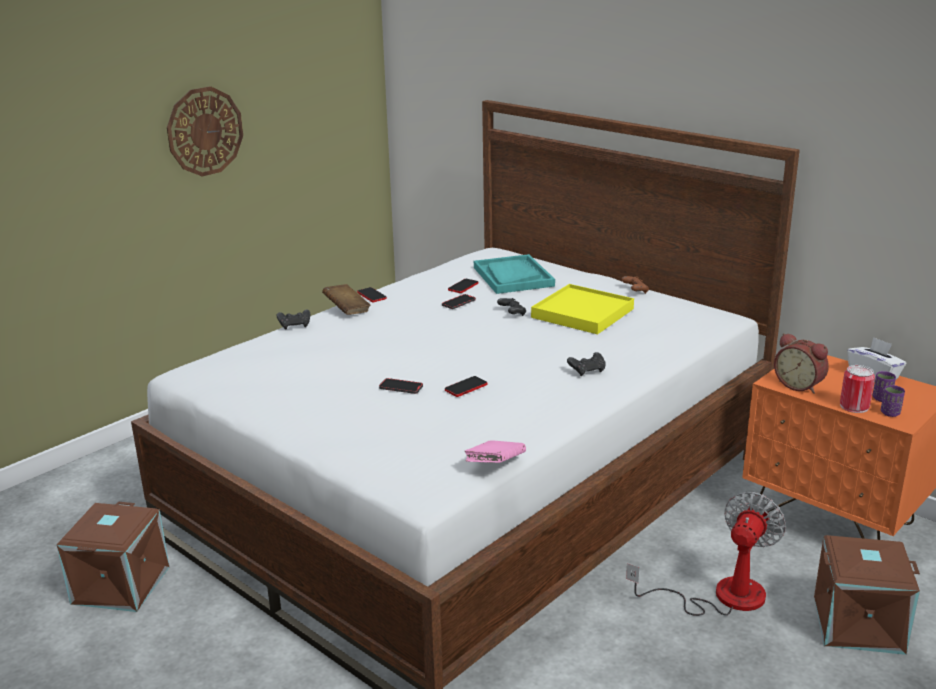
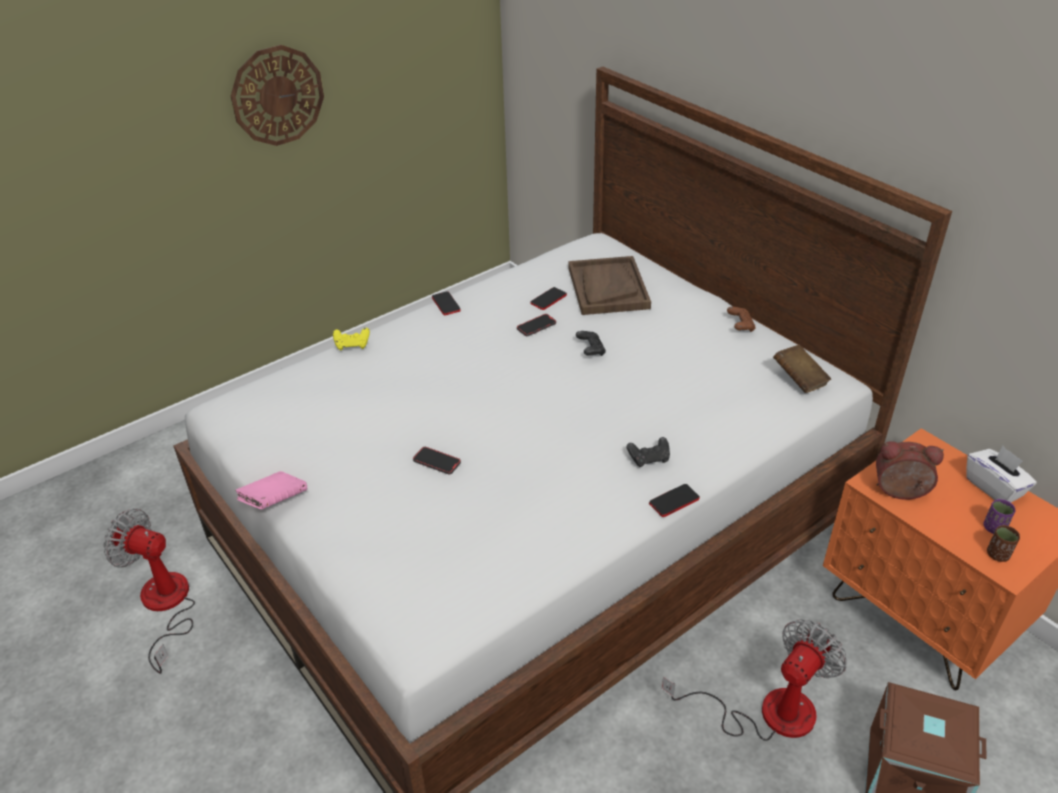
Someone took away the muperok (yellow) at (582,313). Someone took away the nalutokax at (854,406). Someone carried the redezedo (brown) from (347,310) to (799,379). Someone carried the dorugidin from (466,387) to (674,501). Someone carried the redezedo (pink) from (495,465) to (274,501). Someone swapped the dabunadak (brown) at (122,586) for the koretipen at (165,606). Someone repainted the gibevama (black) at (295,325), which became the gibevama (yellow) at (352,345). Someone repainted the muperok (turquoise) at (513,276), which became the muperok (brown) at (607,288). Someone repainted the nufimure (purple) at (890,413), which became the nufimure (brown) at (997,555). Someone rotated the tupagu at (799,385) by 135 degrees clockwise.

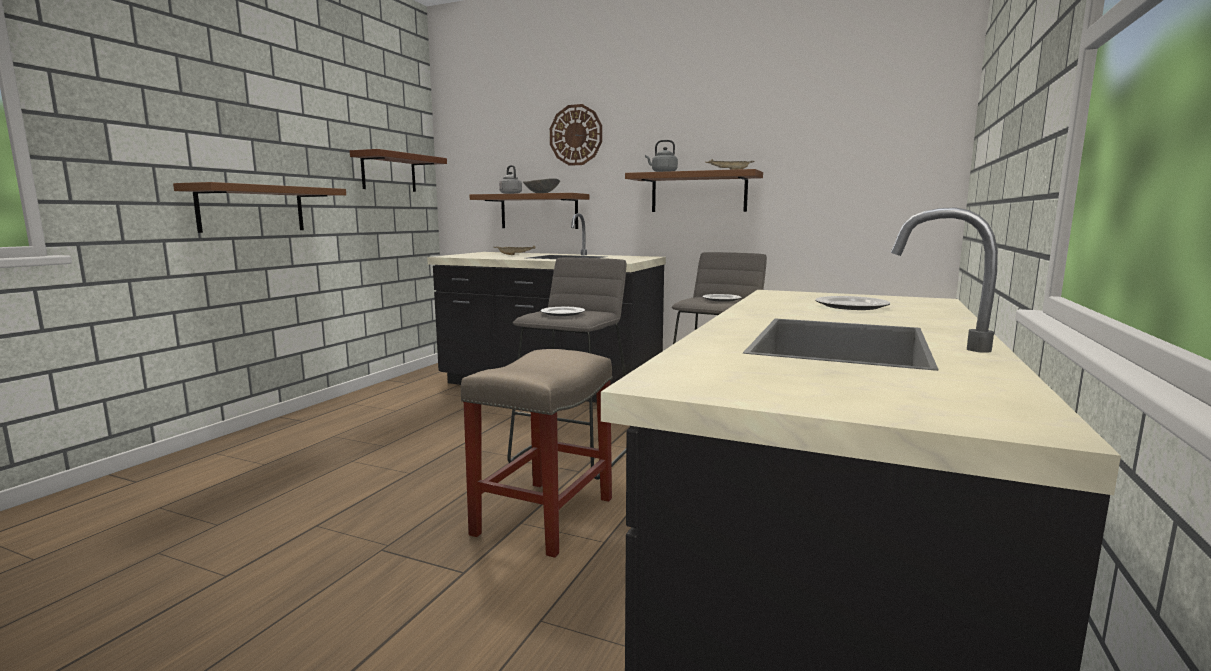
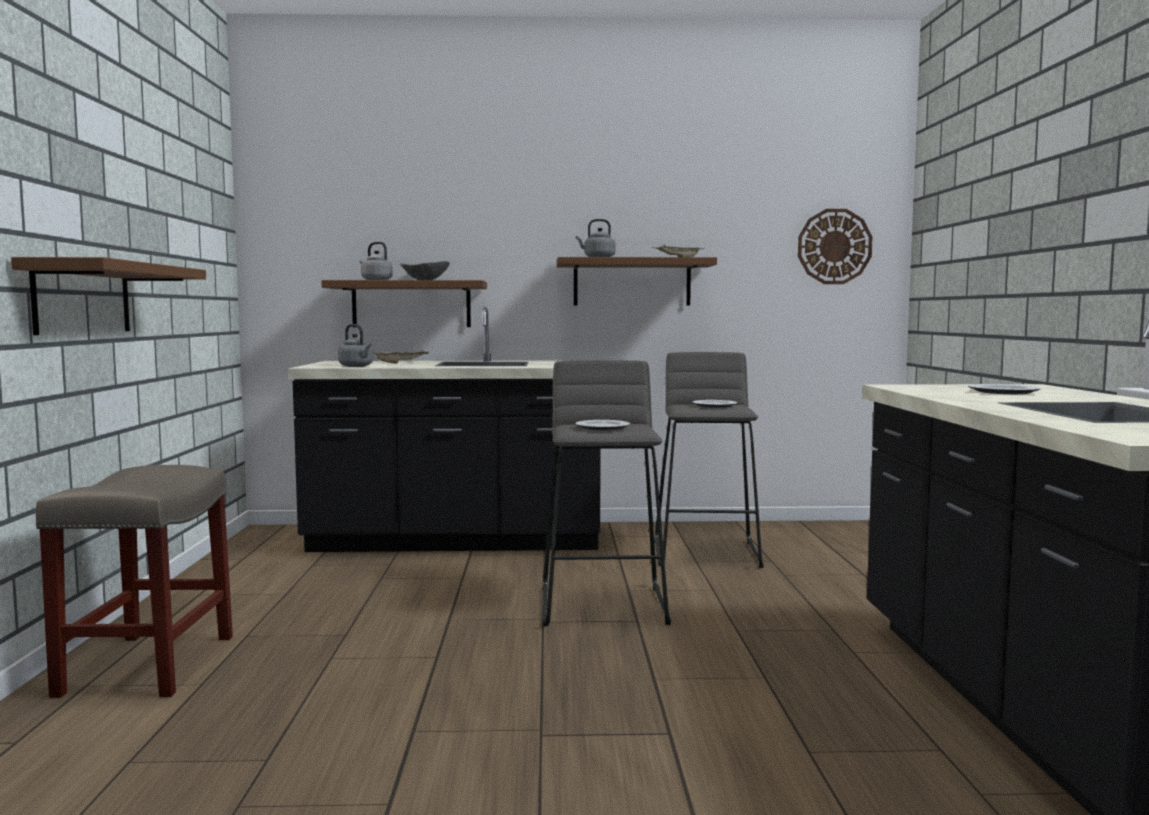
Someone took away the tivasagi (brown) at (389,172). Someone put down the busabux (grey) at (357,366). Someone carried the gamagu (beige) from (544,517) to (148,666). Someone carried the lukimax from (576,135) to (834,246).

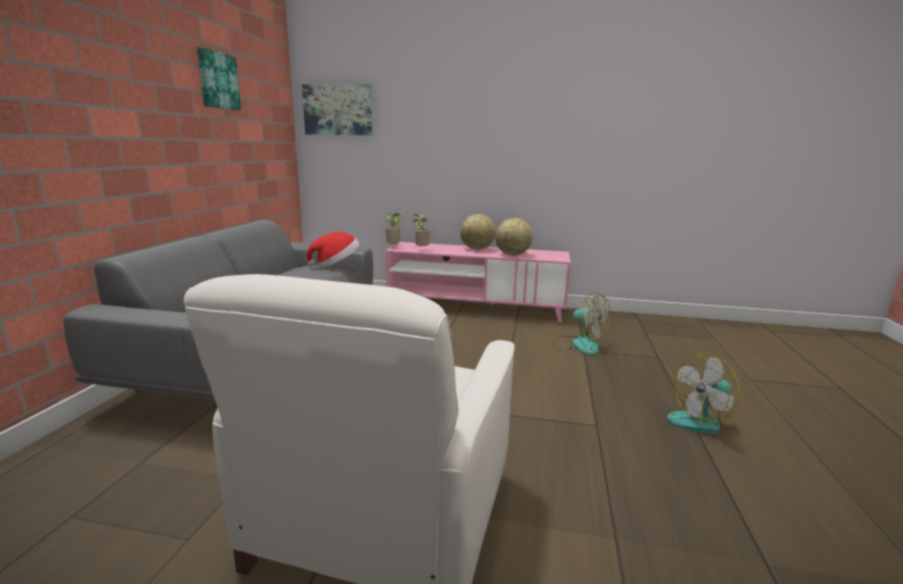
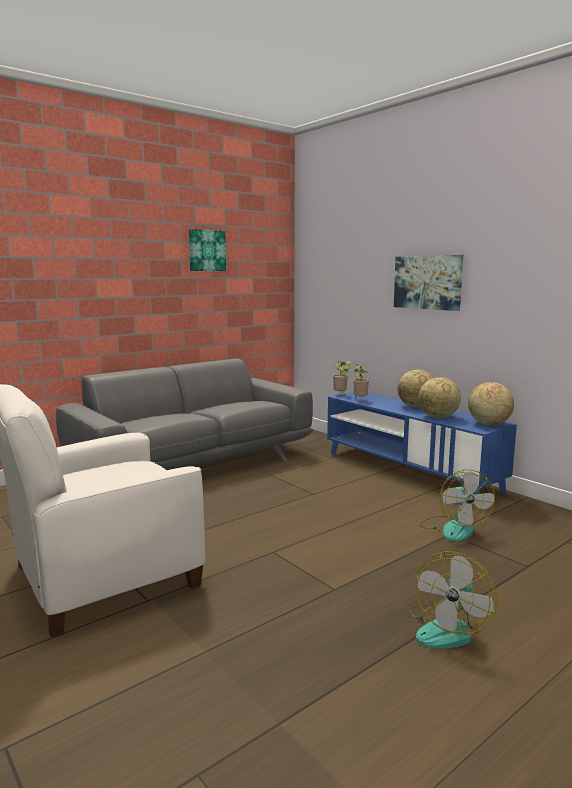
Someone took away the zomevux at (336,265). Someone put down the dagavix at (488,424). Someone carried the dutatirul from (338,110) to (427,282). Someone repainted the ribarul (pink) at (476,308), which became the ribarul (blue) at (409,471). Someone rotated the koretipen at (702,421) by 75 degrees counterclockwise.

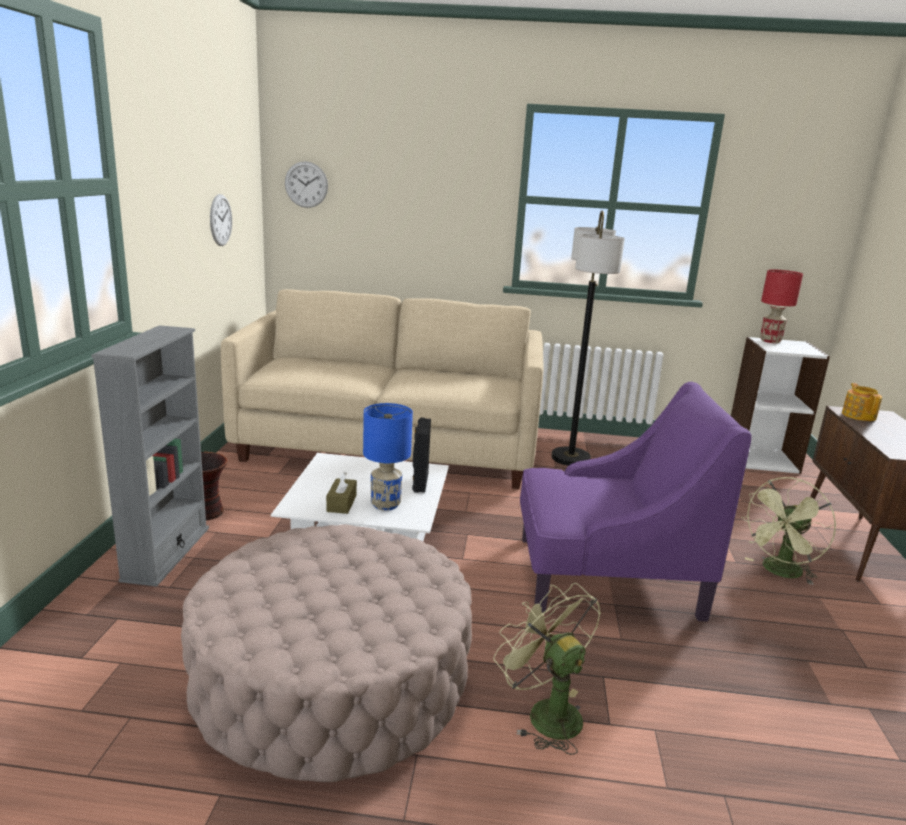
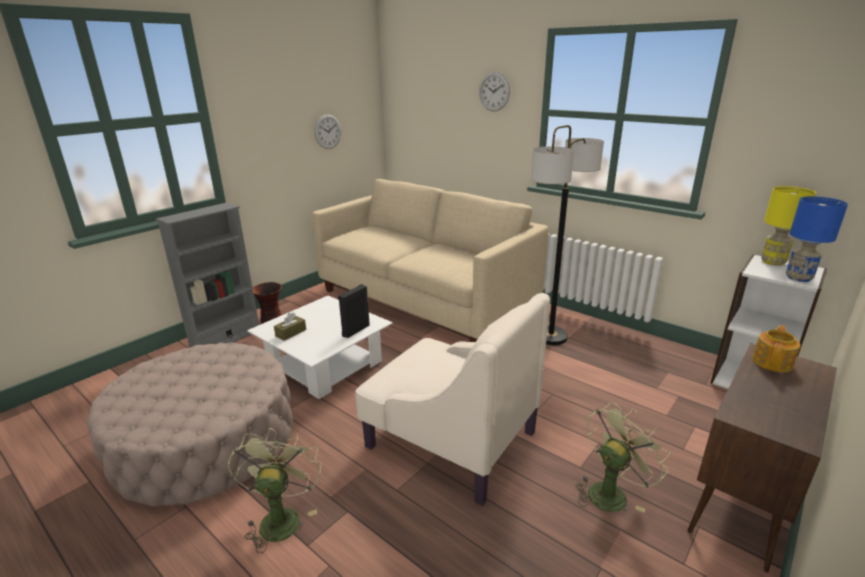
Someone carried the lukimax from (306,184) to (494,92). Someone carried the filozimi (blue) from (386,504) to (798,278). Someone repainted the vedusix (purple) at (605,576), which became the vedusix (beige) at (449,438). Someone repainted the filozimi (red) at (770,341), which became the filozimi (yellow) at (773,262). Someone rotated the koretipen (green) at (779,572) by 150 degrees clockwise.

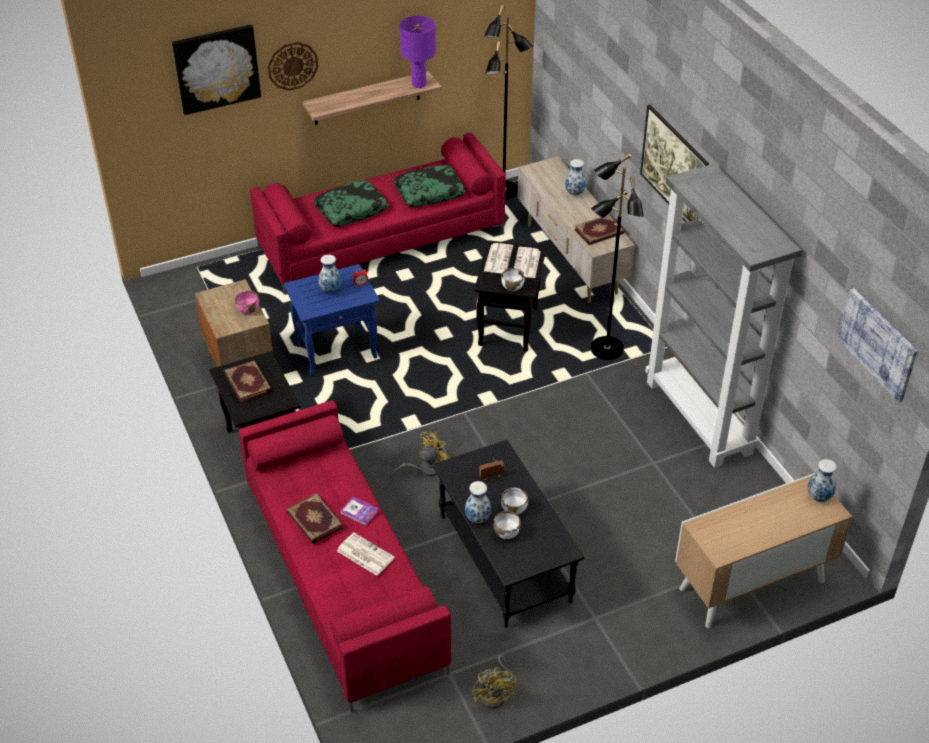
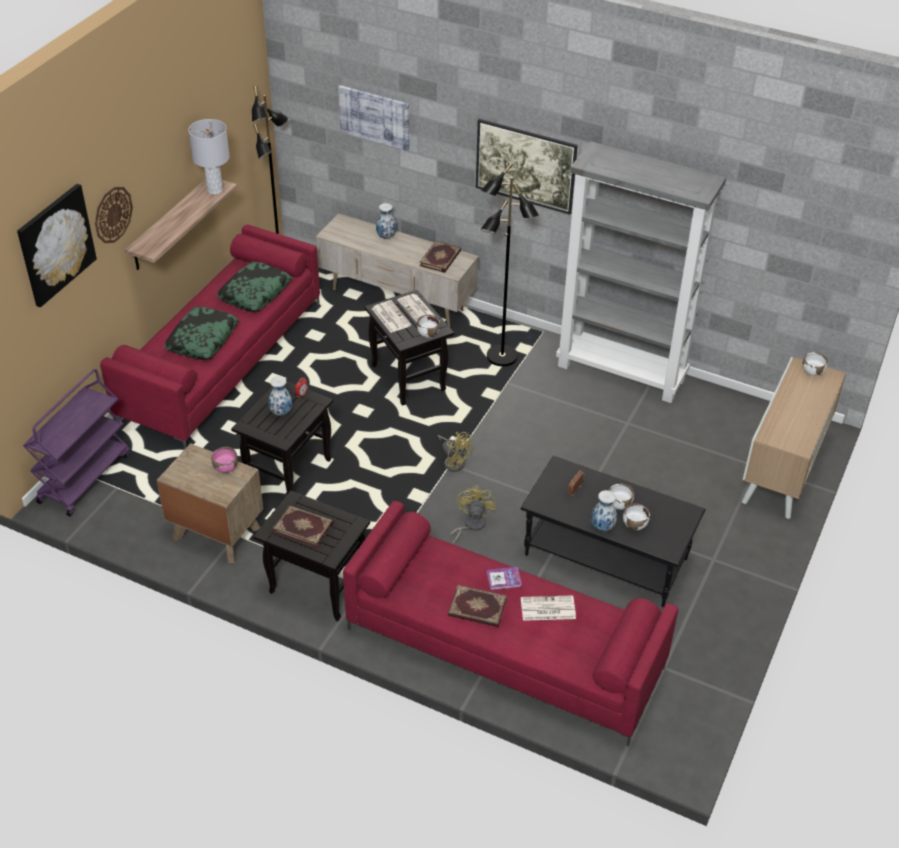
Someone put down the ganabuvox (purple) at (84,477). Someone carried the koretipen (yellow) from (496,694) to (453,461). Someone carried the dutatirul from (878,344) to (374,117). Someone swapped the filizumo at (818,497) for the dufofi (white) at (812,371). Someone repainted the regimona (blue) at (337,350), which became the regimona (black) at (289,472). Someone repainted the filozimi (purple) at (418,84), which became the filozimi (grey) at (214,190).

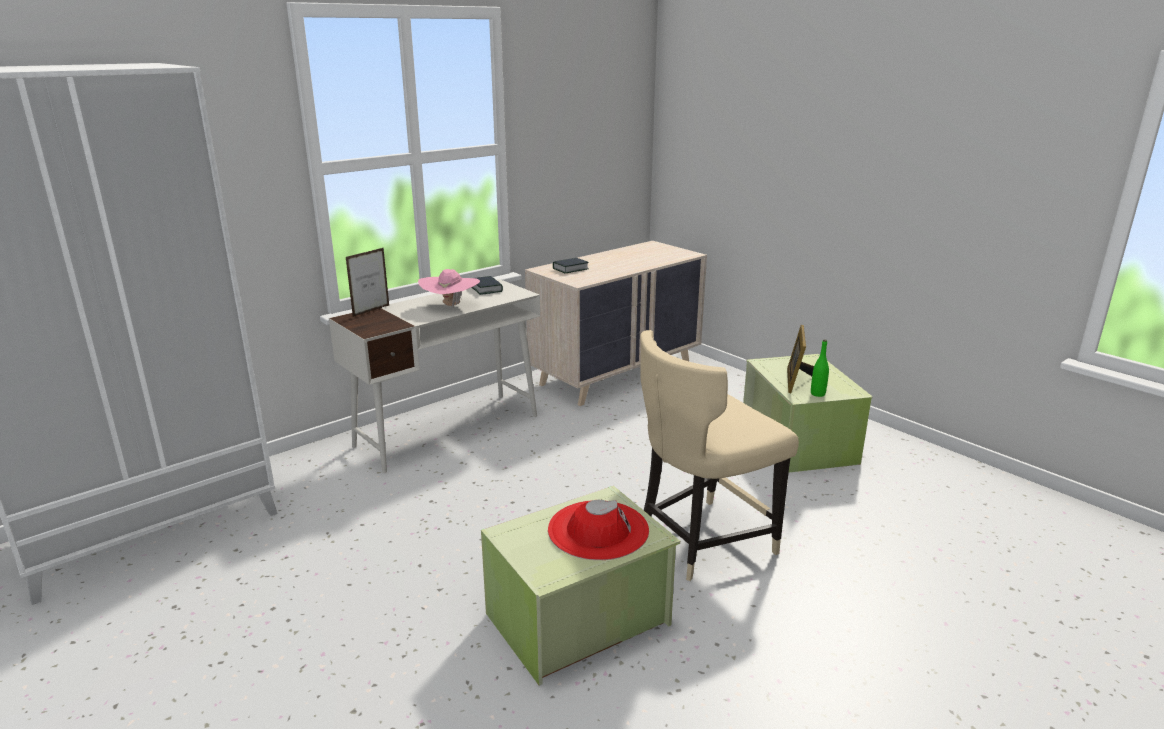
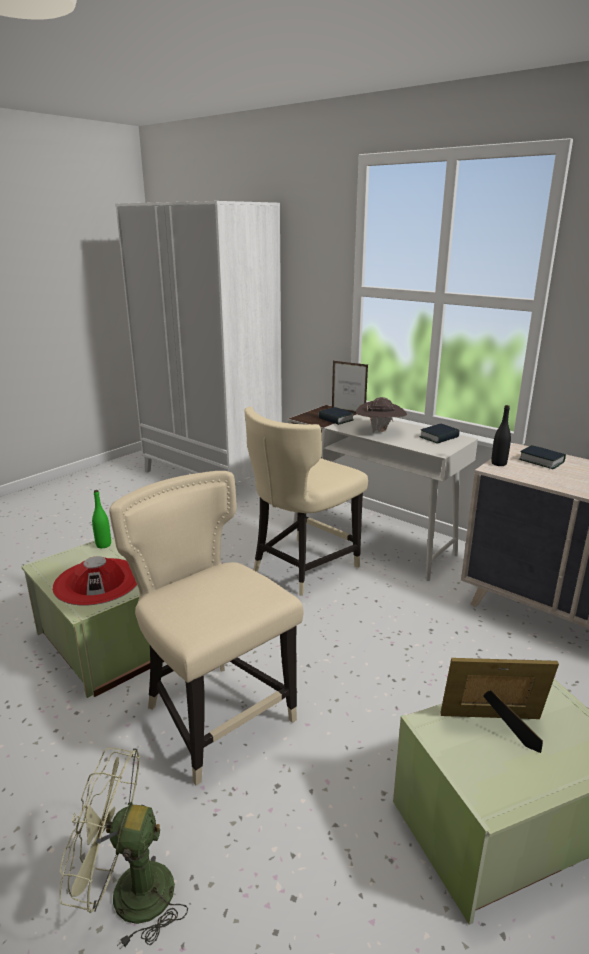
Someone put down the koretipen (green) at (128,894). Someone put down the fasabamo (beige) at (302,567). Someone put down the redezedo at (336,419). Someone put down the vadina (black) at (498,463). Someone carried the vadina (green) from (817,394) to (103,545). Someone repainted the zomevux (pink) at (451,306), which became the zomevux (brown) at (380,431).

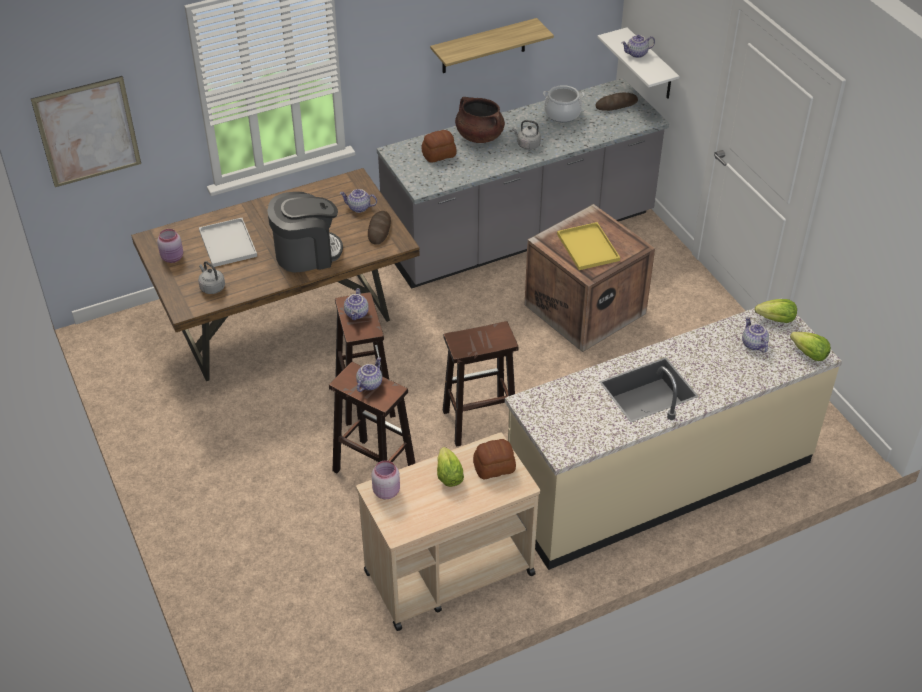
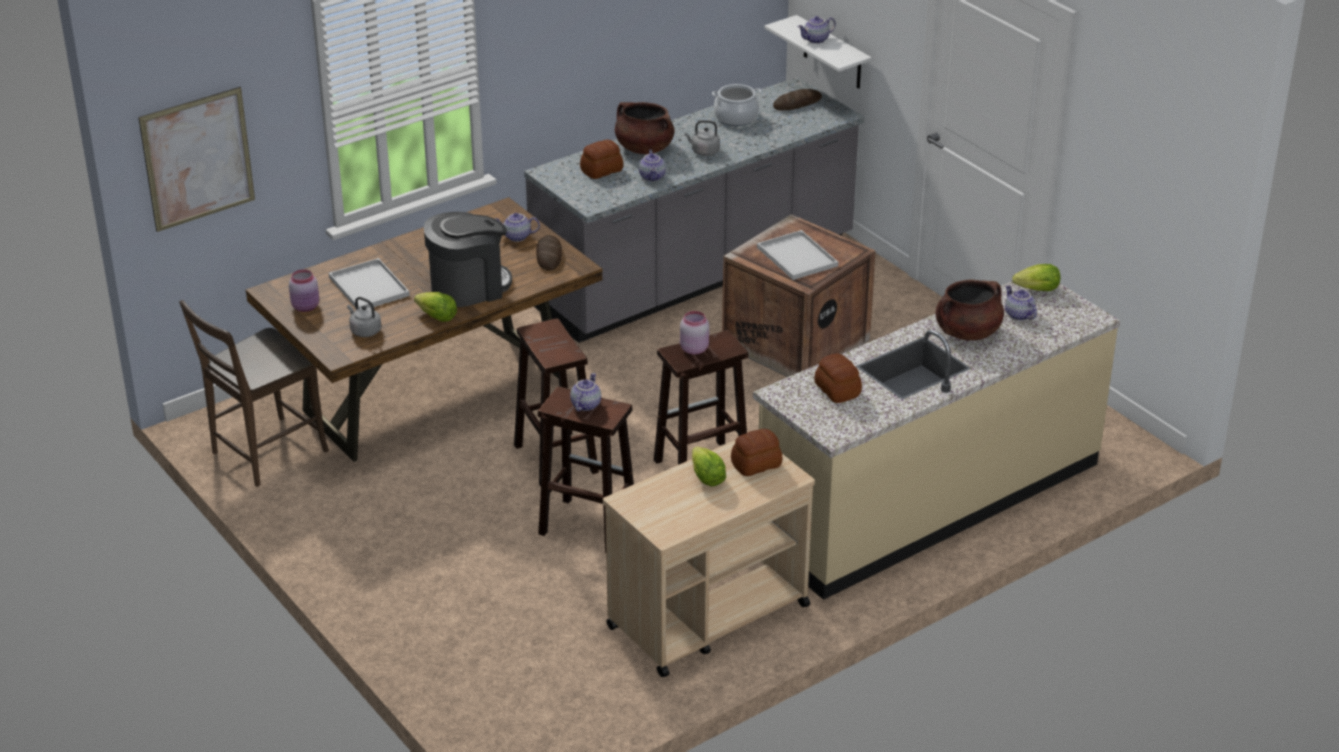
Someone took away the tivasagi at (483,46). Someone put down the fasabamo (brown) at (264,454). Someone put down the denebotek at (837,390). Someone put down the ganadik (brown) at (967,332). Someone carried the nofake from (357,314) to (653,177). Someone carried the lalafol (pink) from (386,491) to (694,348). Someone carried the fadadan from (809,354) to (437,317). Someone repainted the muperok (yellow) at (589,248), which became the muperok (white) at (798,257).

